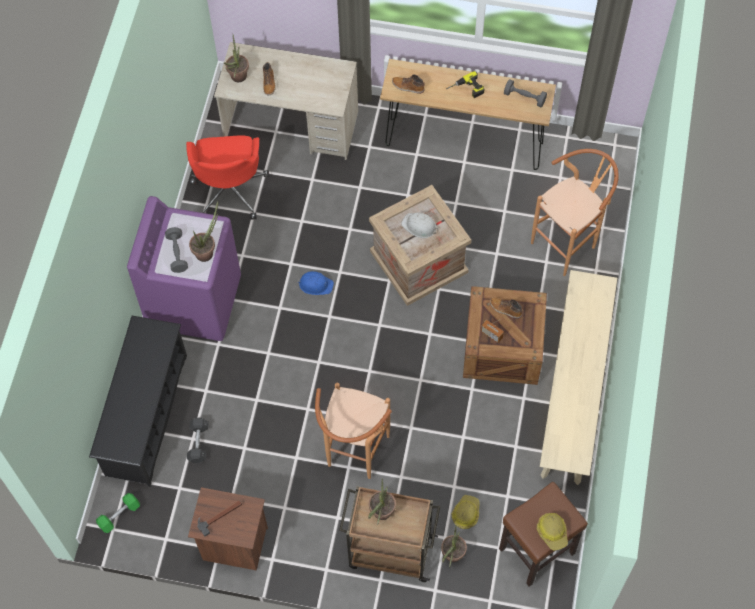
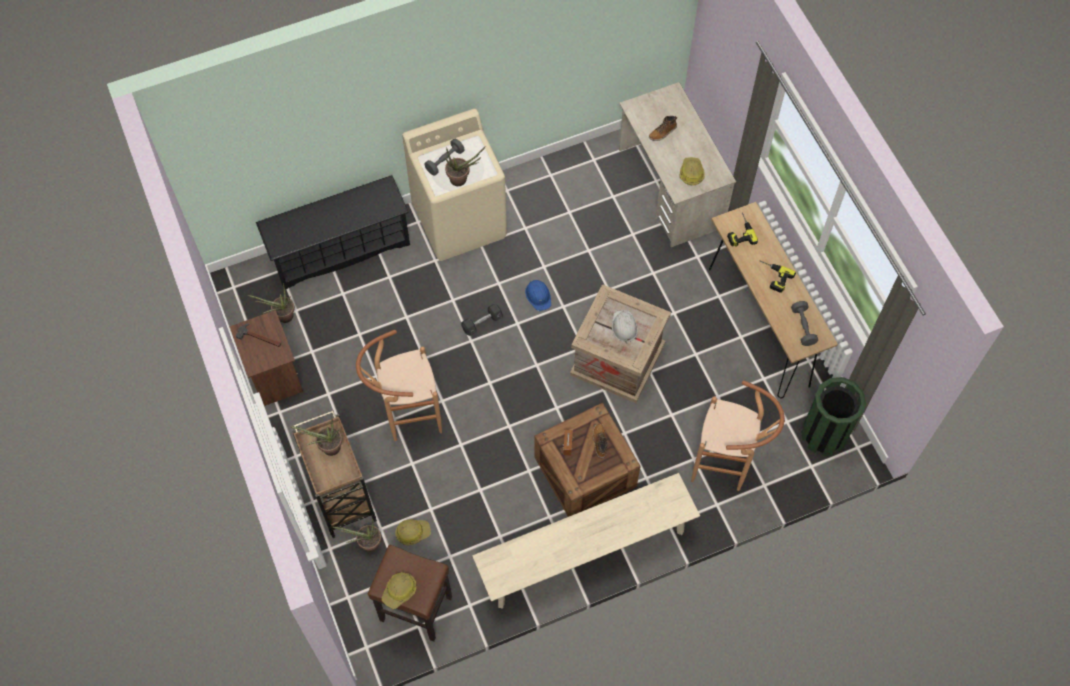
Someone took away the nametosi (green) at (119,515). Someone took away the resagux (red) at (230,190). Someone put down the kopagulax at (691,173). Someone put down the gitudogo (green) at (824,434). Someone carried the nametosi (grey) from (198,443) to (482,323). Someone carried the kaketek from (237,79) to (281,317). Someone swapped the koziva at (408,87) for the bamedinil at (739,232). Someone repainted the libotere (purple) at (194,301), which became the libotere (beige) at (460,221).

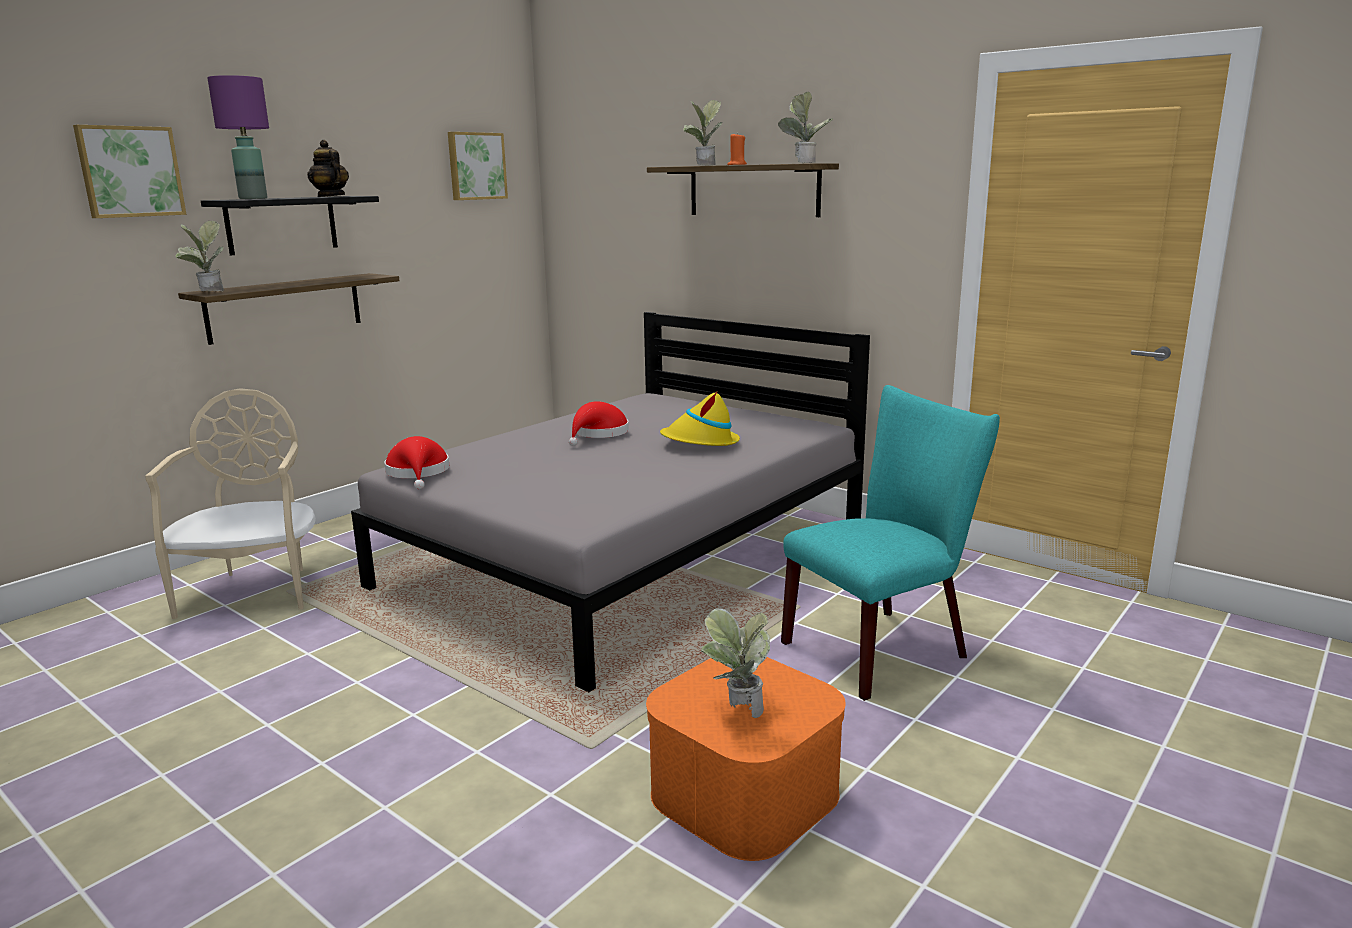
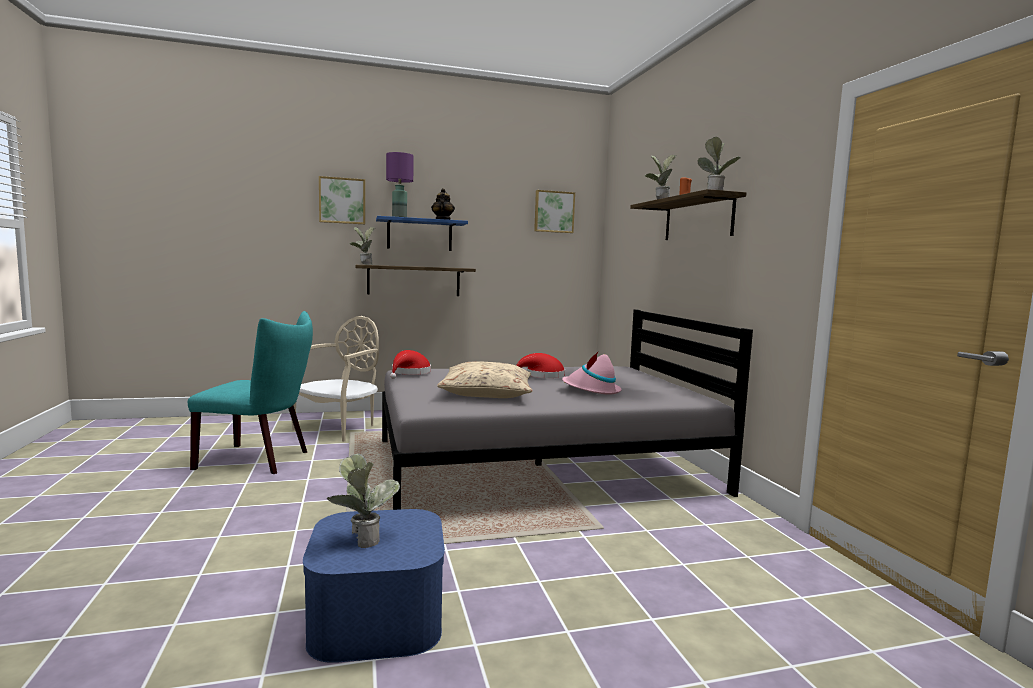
Someone put down the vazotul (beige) at (487,393). Someone carried the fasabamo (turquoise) from (883,647) to (260,460). Someone repainted the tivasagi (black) at (282,224), which became the tivasagi (blue) at (419,235). Someone repainted the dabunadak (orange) at (744,793), which became the dabunadak (blue) at (376,617). Someone repainted the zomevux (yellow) at (700,442), which became the zomevux (pink) at (591,390).

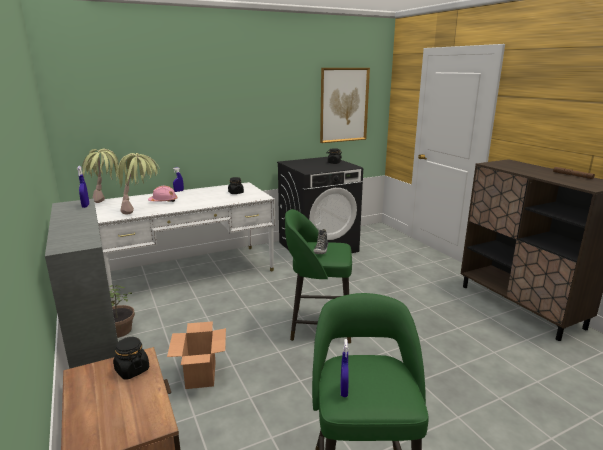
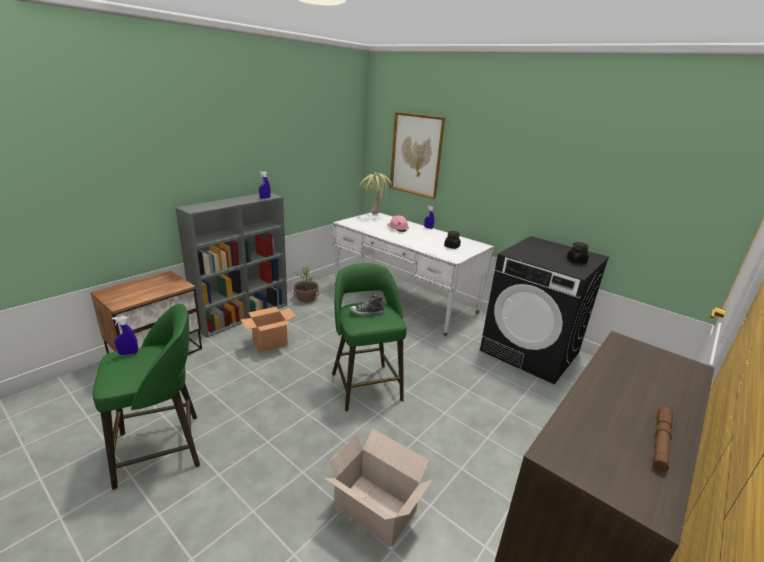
Someone took away the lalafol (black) at (132,370). Someone took away the kaketek at (141,211). Someone put down the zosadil at (376,510). Someone carried the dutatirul from (344,105) to (416,155).

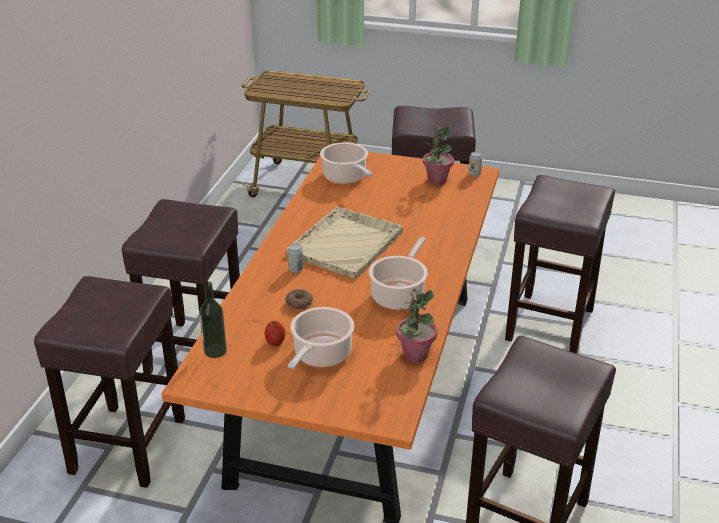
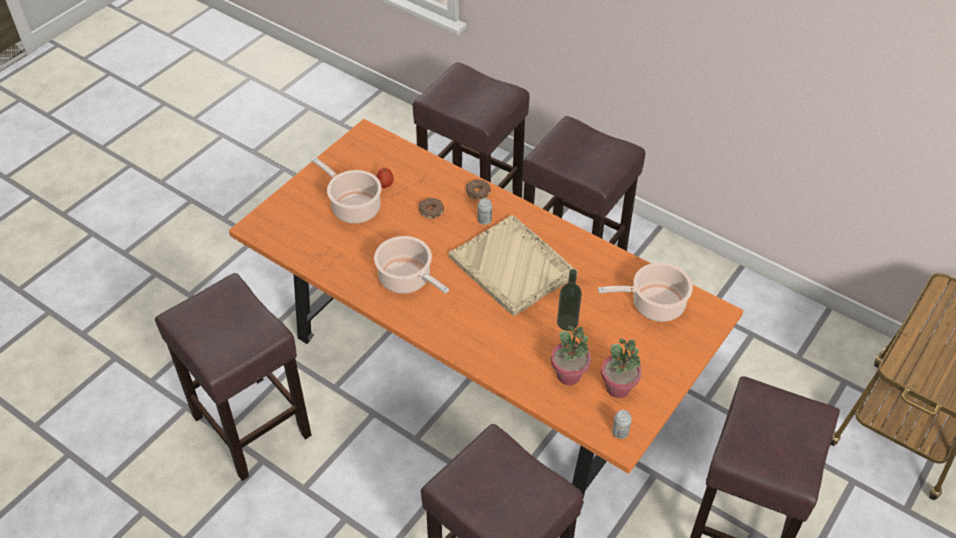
Someone put down the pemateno at (477,192). Someone carried the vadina from (215,351) to (567,322). Someone carried the kaketek from (415,354) to (569,375).

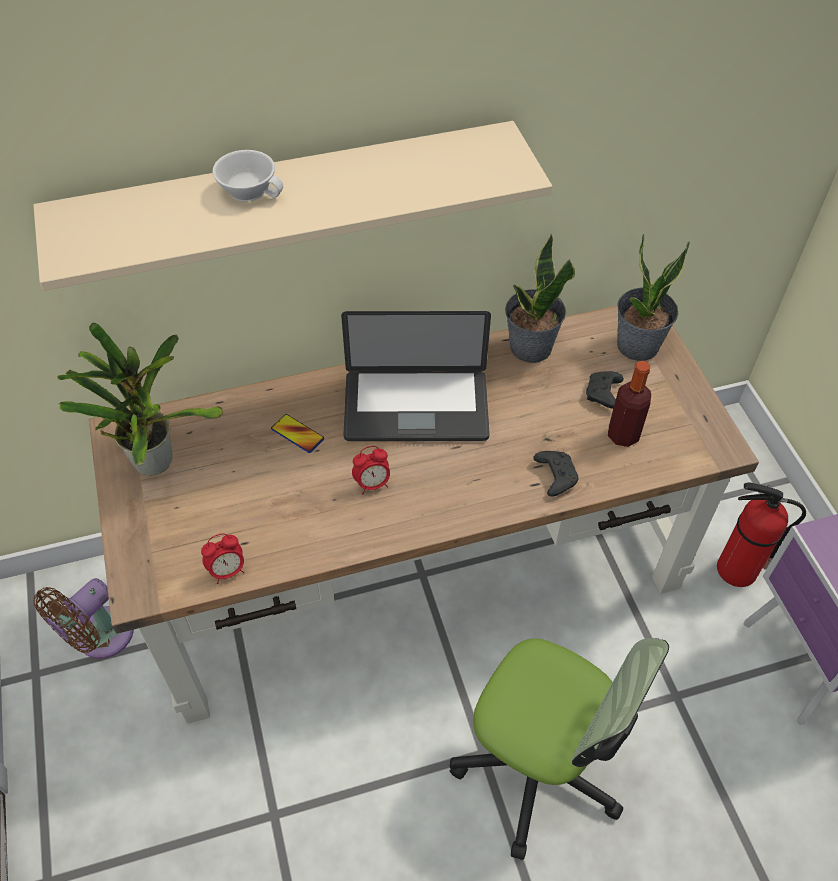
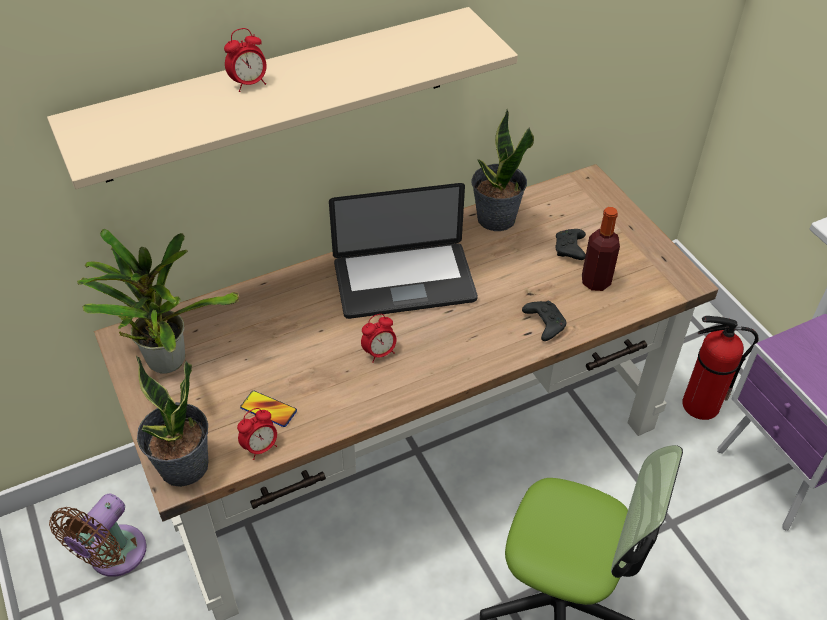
Someone carried the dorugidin from (297,434) to (268,409). Someone carried the kaketek from (637,346) to (184,466). Someone swapped the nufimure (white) at (250,189) for the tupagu at (249,84).

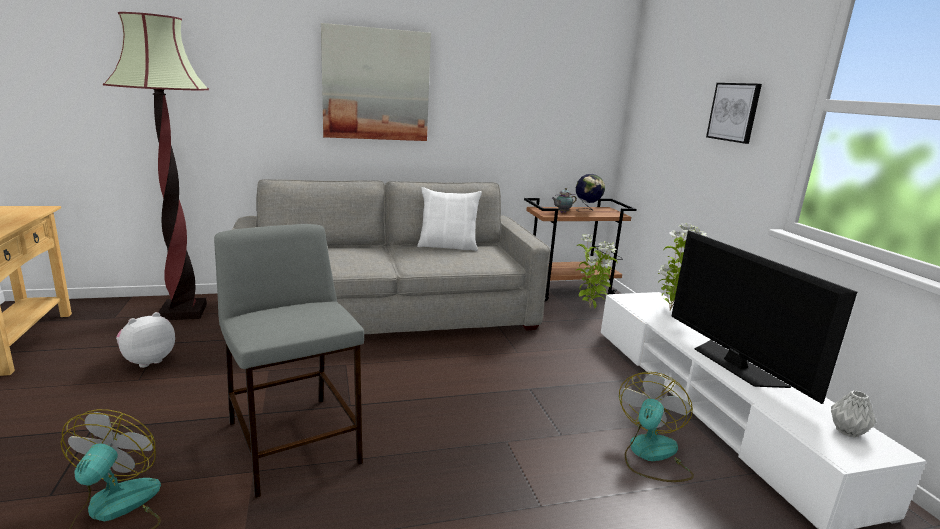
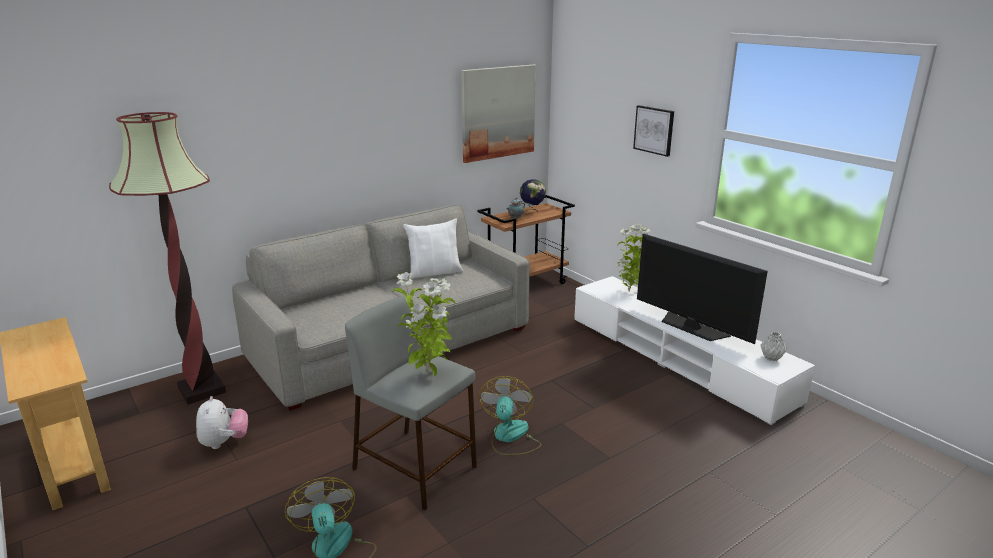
Someone carried the dutatirul from (376,85) to (498,112). Someone carried the kaketek from (590,308) to (429,374). Someone carried the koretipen from (651,455) to (510,437). Someone rotated the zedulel at (147,361) by 150 degrees clockwise.

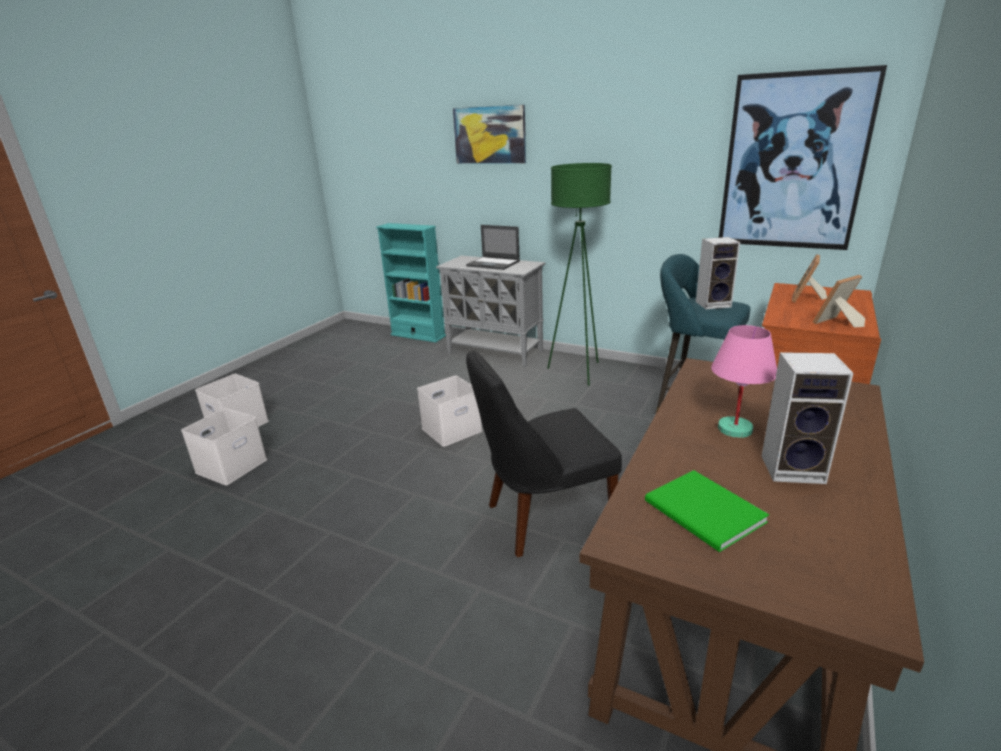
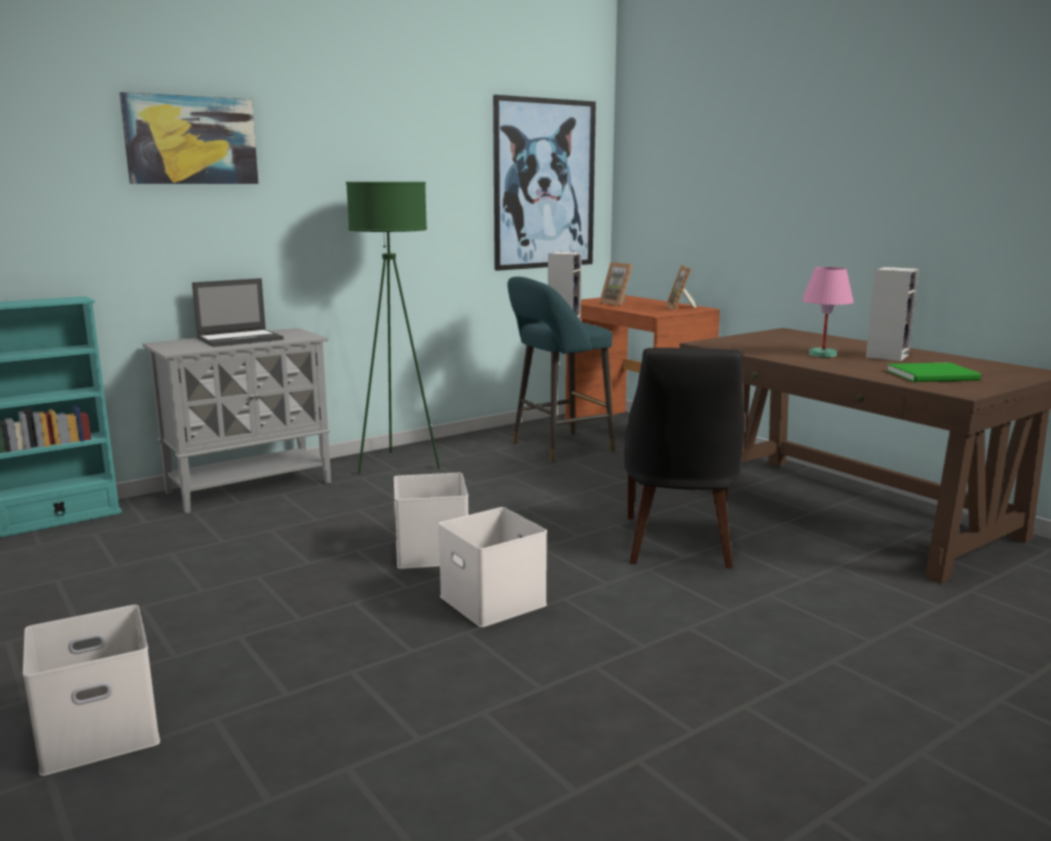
Someone carried the dabunadak (white) from (231,465) to (490,600).

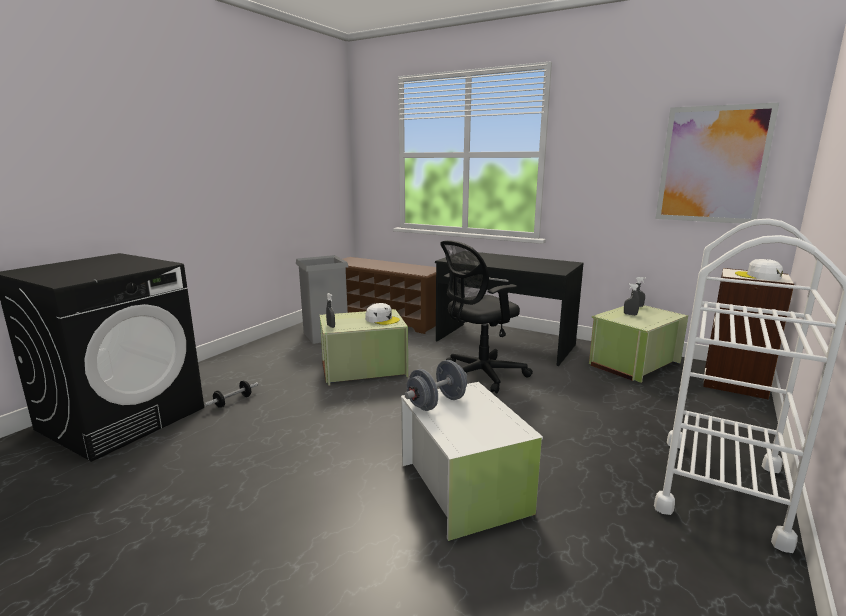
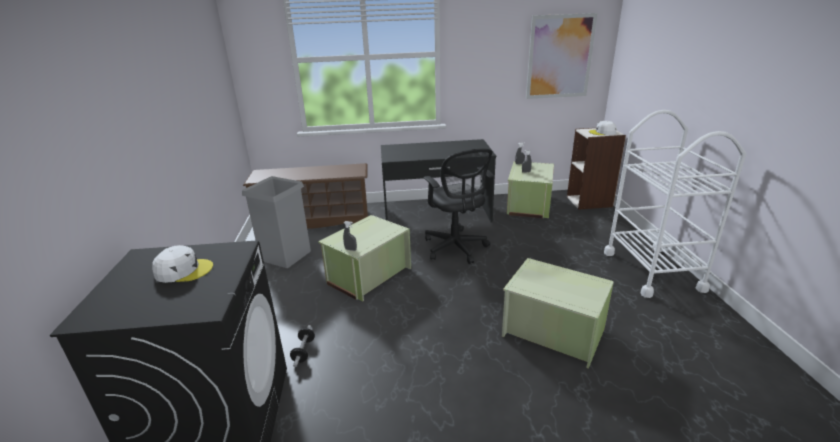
Someone took away the nametosi (grey) at (436,403). Someone carried the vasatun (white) from (382,319) to (184,270). Someone repainted the dabunadak (white) at (465,486), which became the dabunadak (green) at (553,331). Someone rotated the resagux (black) at (479,375) by 45 degrees counterclockwise.

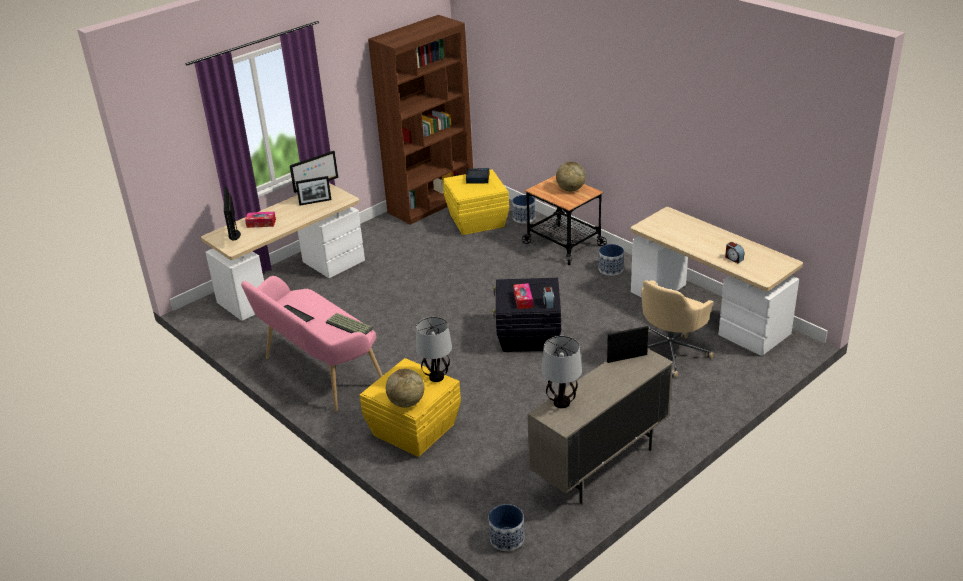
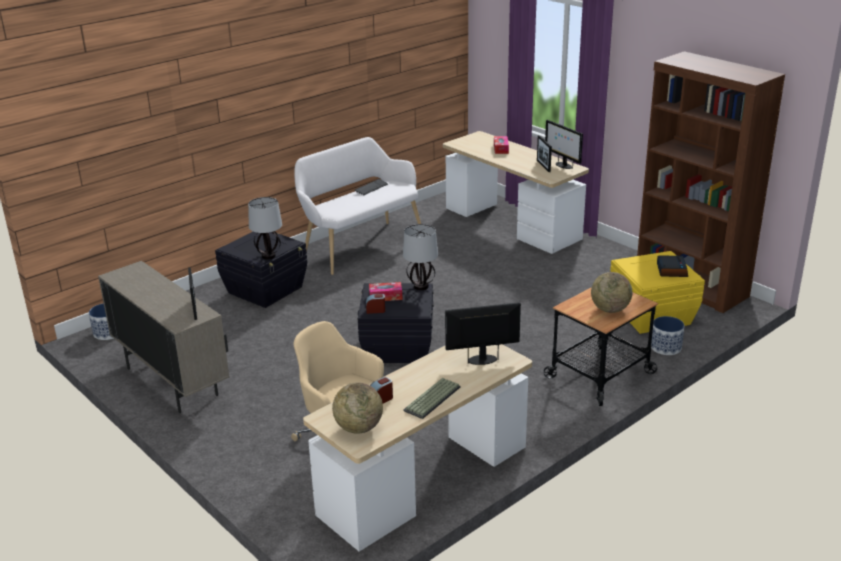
Someone took away the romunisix at (611,269). Someone carried the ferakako from (234,235) to (482,359). Someone carried the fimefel from (350,325) to (433,399). Someone carried the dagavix from (406,403) to (358,428). Someone carried the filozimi from (562,402) to (421,287). Someone repainted the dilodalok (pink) at (318,373), which became the dilodalok (white) at (359,245). Someone repainted the dabunadak (yellow) at (414,429), which became the dabunadak (black) at (266,290).

